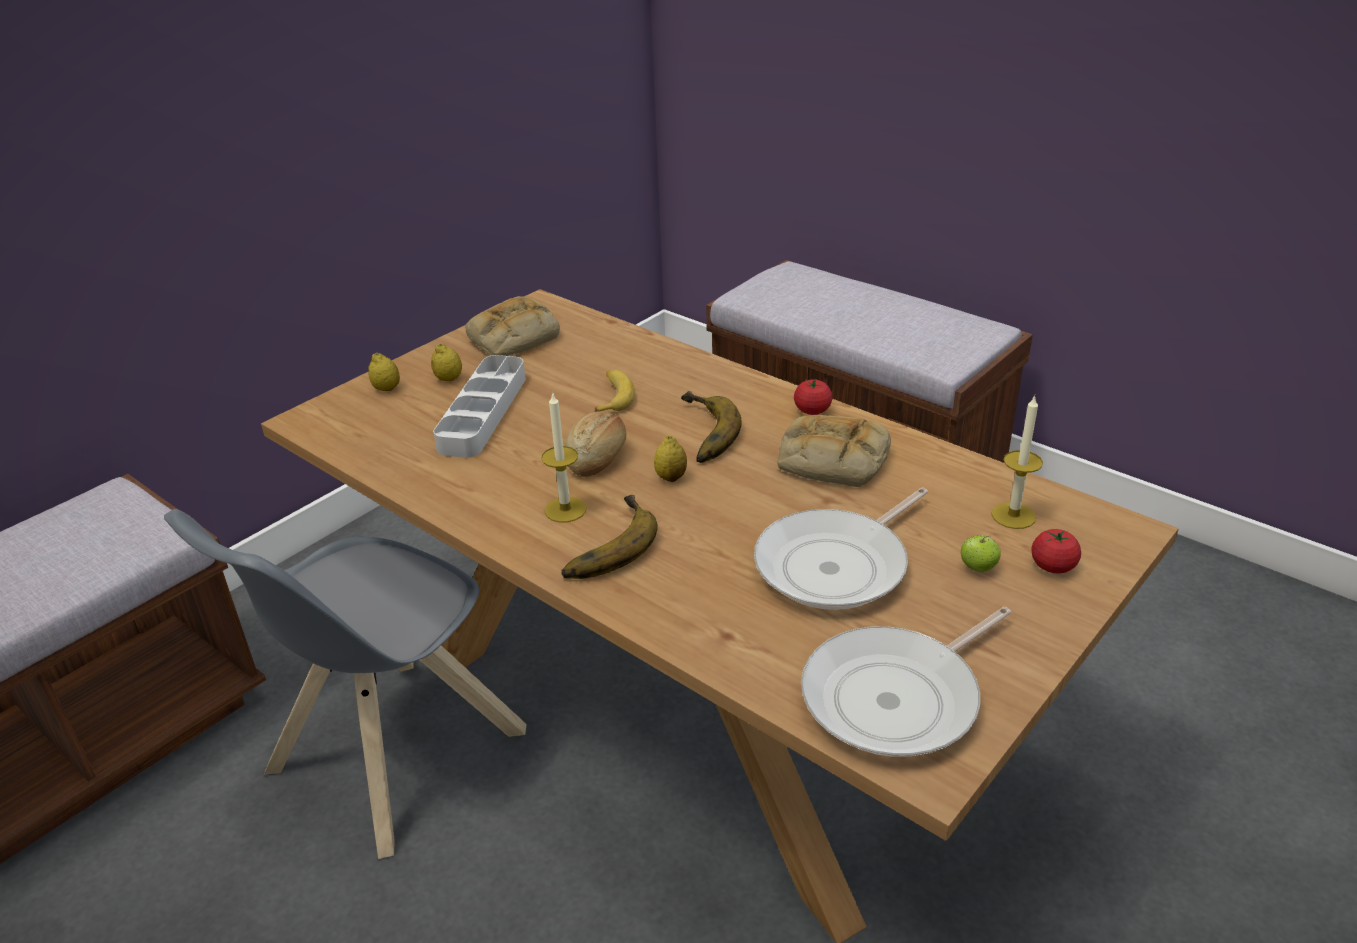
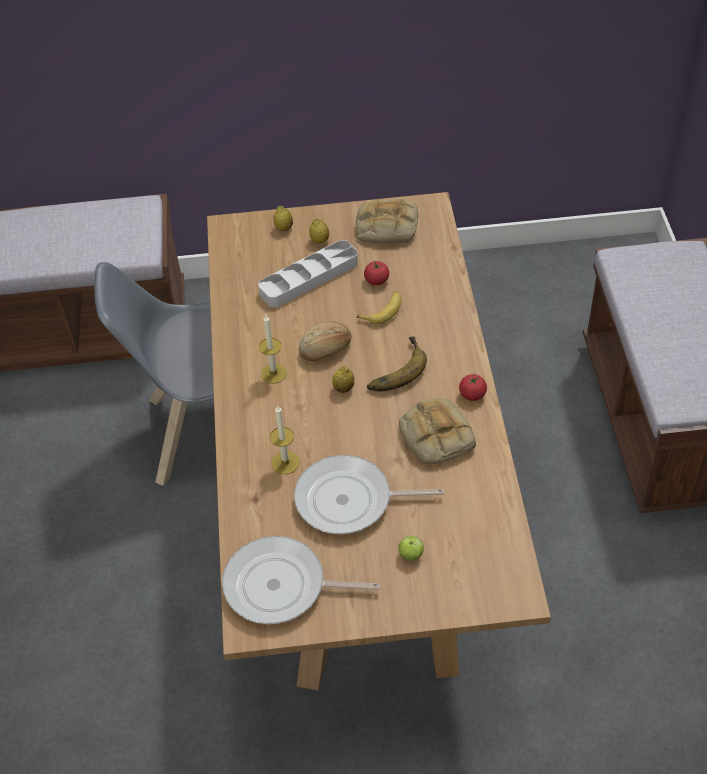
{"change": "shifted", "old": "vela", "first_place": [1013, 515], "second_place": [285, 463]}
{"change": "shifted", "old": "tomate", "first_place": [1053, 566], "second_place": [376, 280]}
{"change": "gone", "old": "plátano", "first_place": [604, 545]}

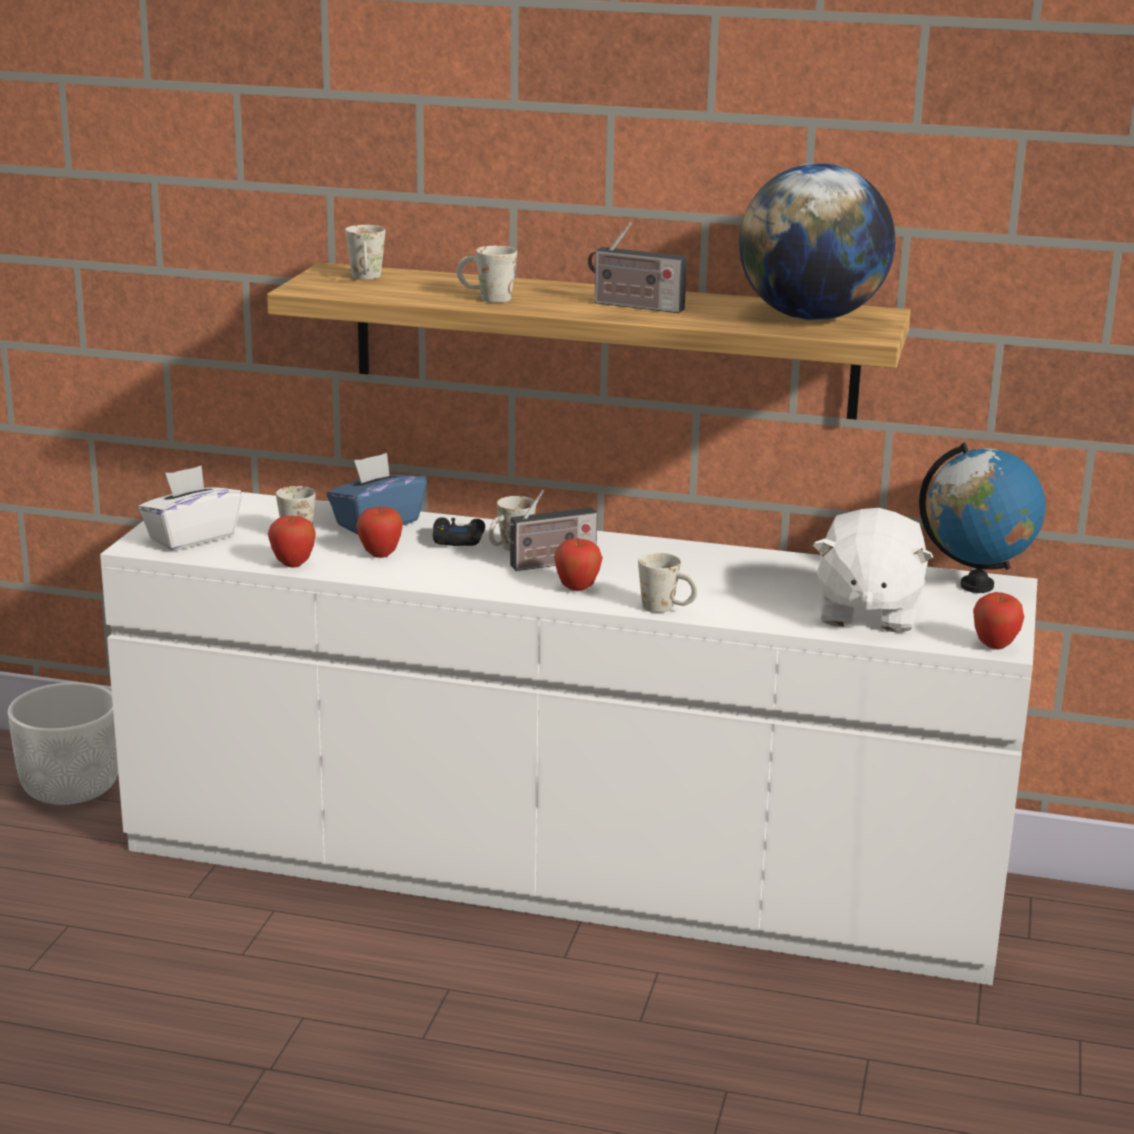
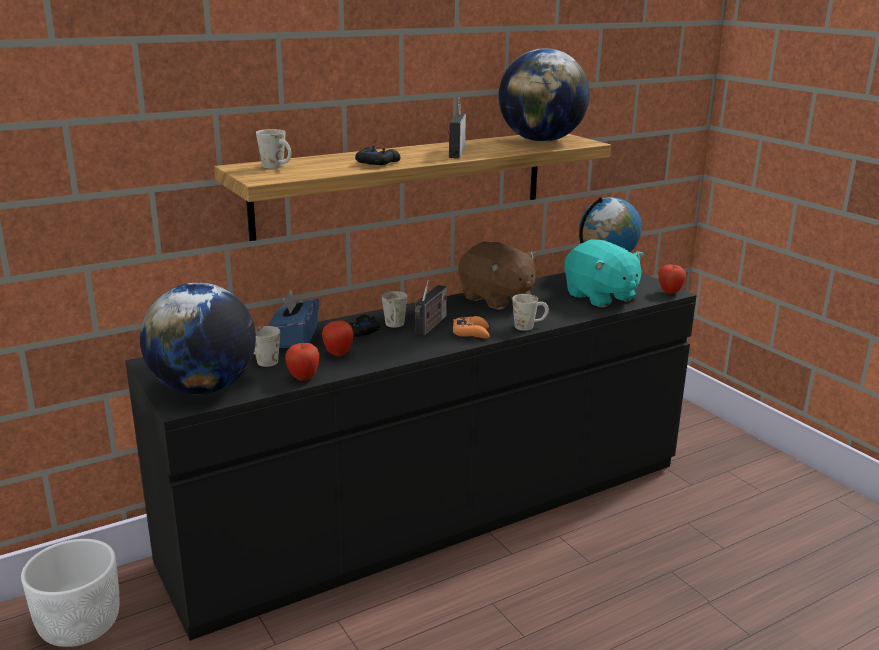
{"change": "repainted", "old": "cómoda [blanco]", "new": "cómoda [negro]", "first_place": [561, 866], "second_place": [436, 510]}
{"change": "swapped", "old": "caja de pañuelos [blanco]", "new": "globo terráqueo", "first_place": [191, 537], "second_place": [204, 388]}
{"change": "swapped", "old": "taza grande [blanco]", "new": "mando de consola [negro]", "first_place": [486, 298], "second_place": [377, 163]}
{"change": "rotated", "old": "radio", "first_place": [634, 306], "second_place": [456, 151], "degrees": 120}
{"change": "swapped", "old": "manzana", "new": "mando de consola [naranja]", "first_place": [577, 588], "second_place": [471, 332]}
{"change": "new", "new": "peluche [marrón]", "second_place": [496, 299]}
{"change": "repainted", "old": "peluche [blanco]", "new": "peluche [turquesa]", "first_place": [867, 612], "second_place": [600, 297]}

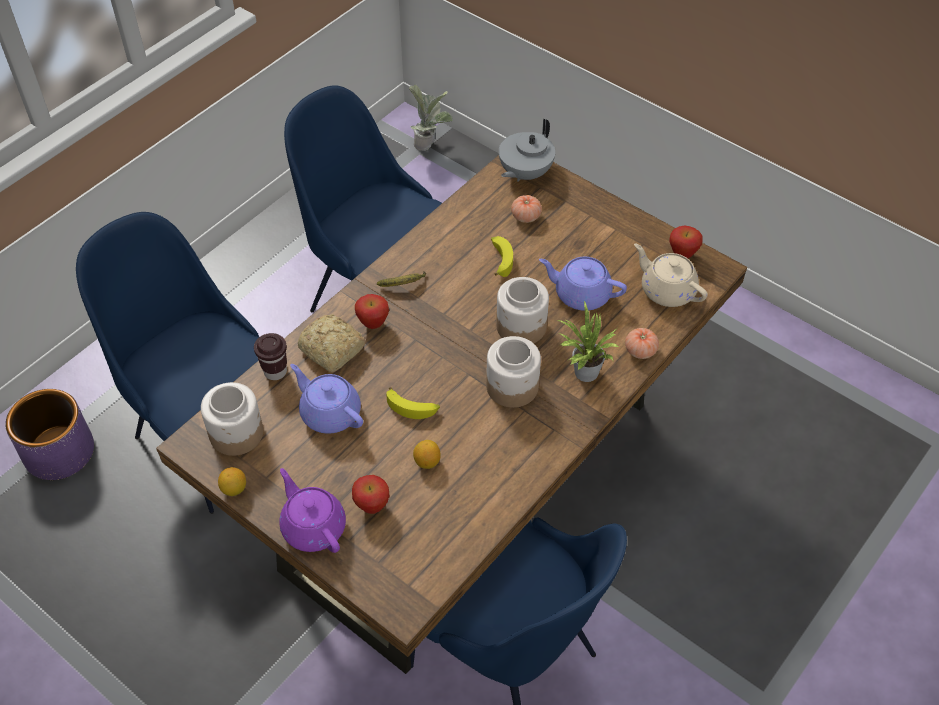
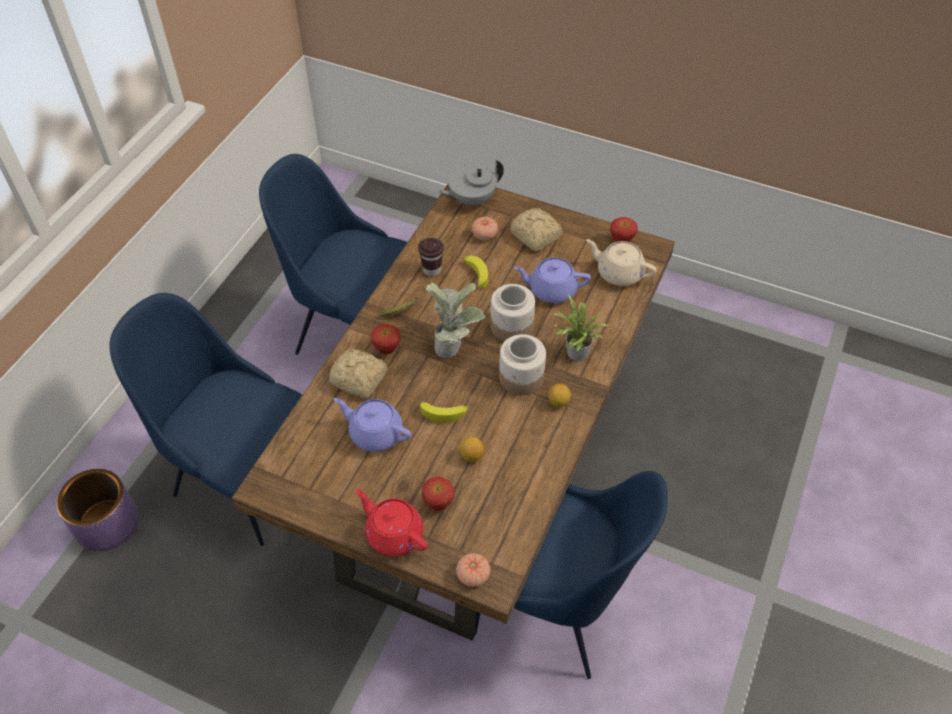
{"change": "repainted", "old": "tetera [morado]", "new": "tetera [rojo]", "first_place": [313, 526], "second_place": [393, 533]}
{"change": "shifted", "old": "taza [marrón]", "first_place": [275, 371], "second_place": [432, 270]}
{"change": "shifted", "old": "planta en maceta", "first_place": [429, 144], "second_place": [454, 346]}
{"change": "rotated", "old": "tetera [gris]", "first_place": [524, 173], "second_place": [471, 199], "degrees": 45}
{"change": "shifted", "old": "tomate", "first_place": [640, 350], "second_place": [473, 575]}
{"change": "new", "new": "pan", "second_place": [536, 236]}
{"change": "shifted", "old": "limón", "first_place": [234, 489], "second_place": [558, 402]}
{"change": "gone", "old": "tarro", "first_place": [237, 433]}

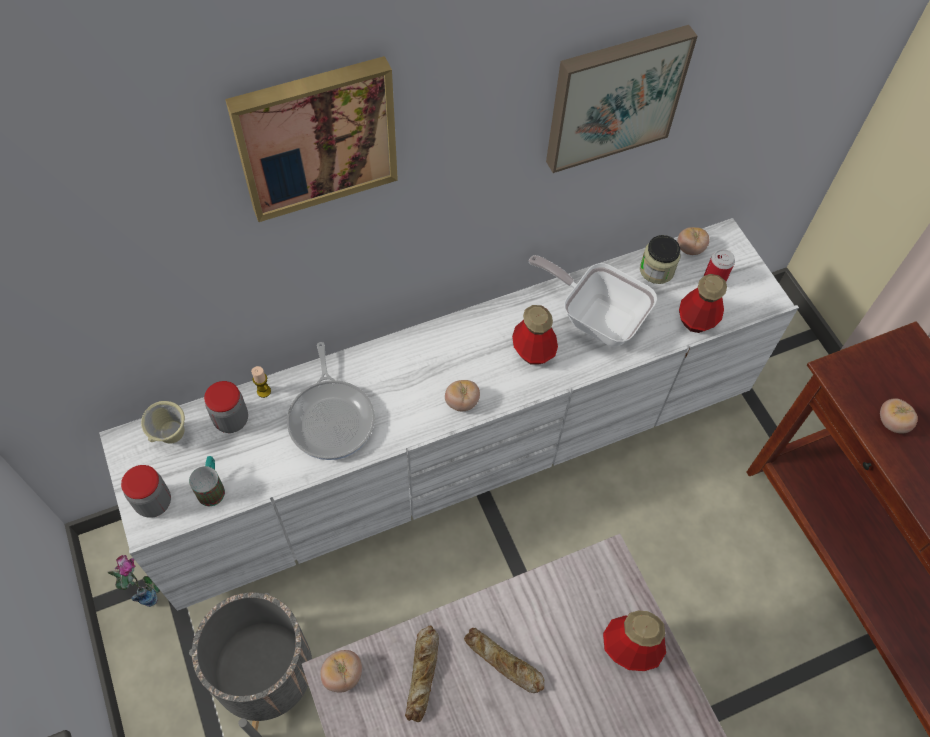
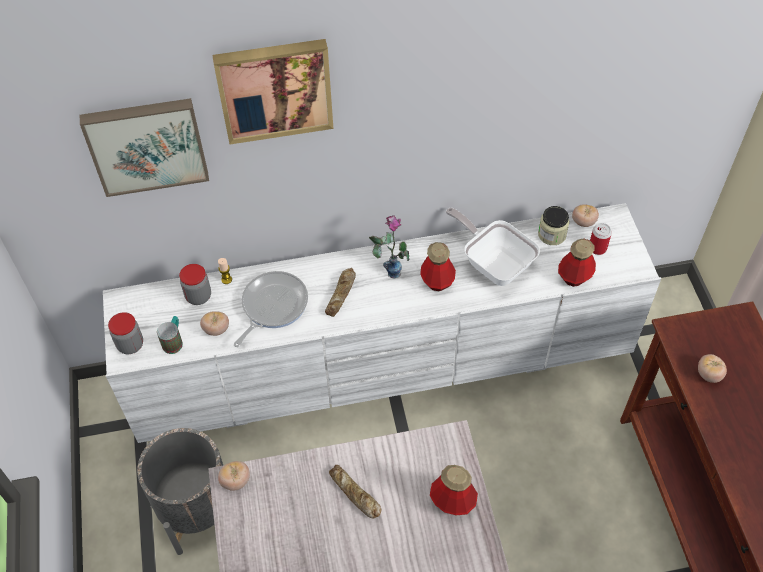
{"change": "shifted", "old": "cuadro", "first_place": [614, 96], "second_place": [146, 144]}
{"change": "shifted", "old": "tomate", "first_place": [462, 402], "second_place": [216, 329]}
{"change": "rotated", "old": "sartén", "first_place": [332, 418], "second_place": [272, 306], "degrees": -150}
{"change": "shifted", "old": "pan", "first_place": [423, 674], "second_place": [341, 294]}
{"change": "shifted", "old": "florero", "first_place": [144, 592], "second_place": [389, 267]}
{"change": "gone", "old": "taza grande [beis]", "first_place": [172, 438]}

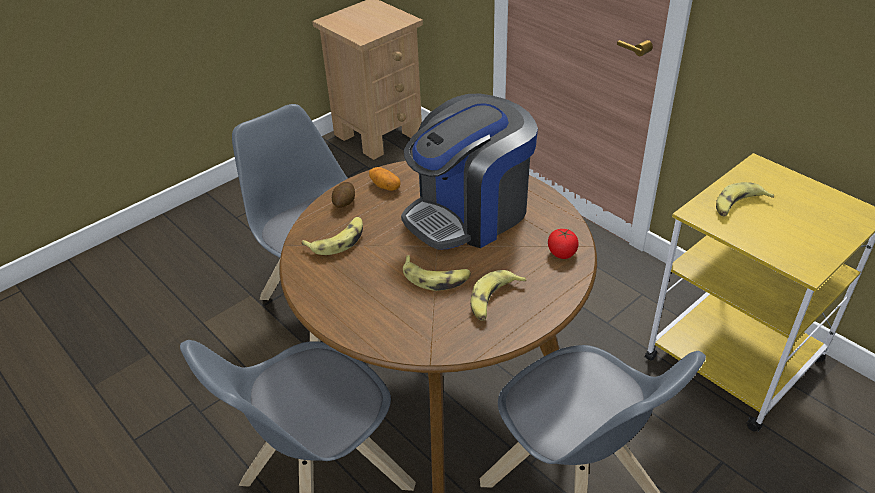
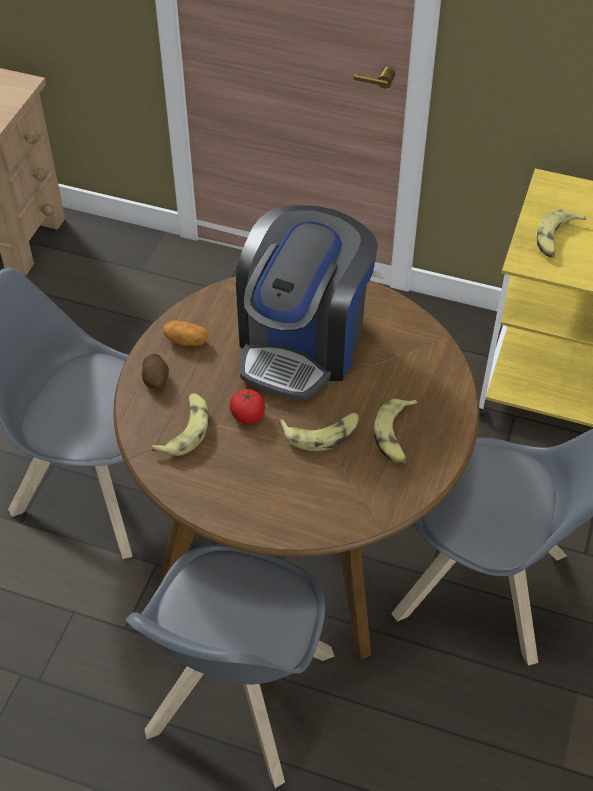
{"change": "shifted", "old": "tomate", "first_place": [562, 253], "second_place": [248, 415]}

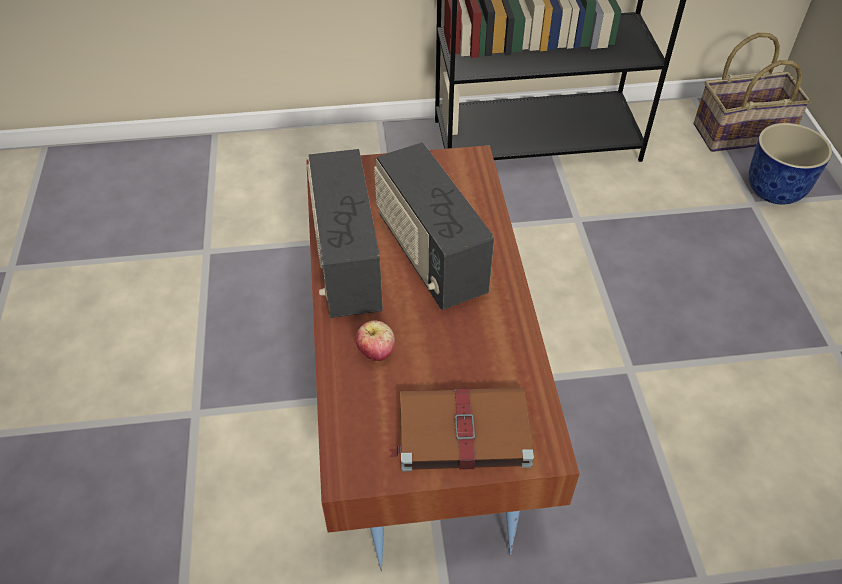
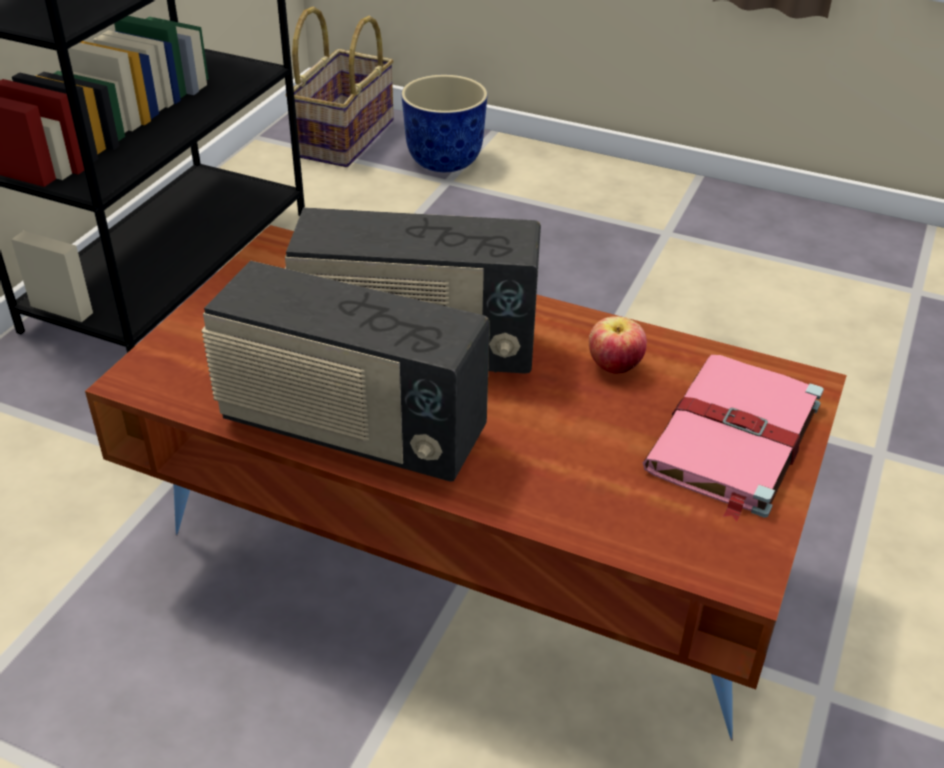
{"change": "shifted", "old": "manzana", "first_place": [376, 352], "second_place": [614, 367]}
{"change": "repainted", "old": "libro [marrón]", "new": "libro [rosa]", "first_place": [461, 431], "second_place": [733, 440]}

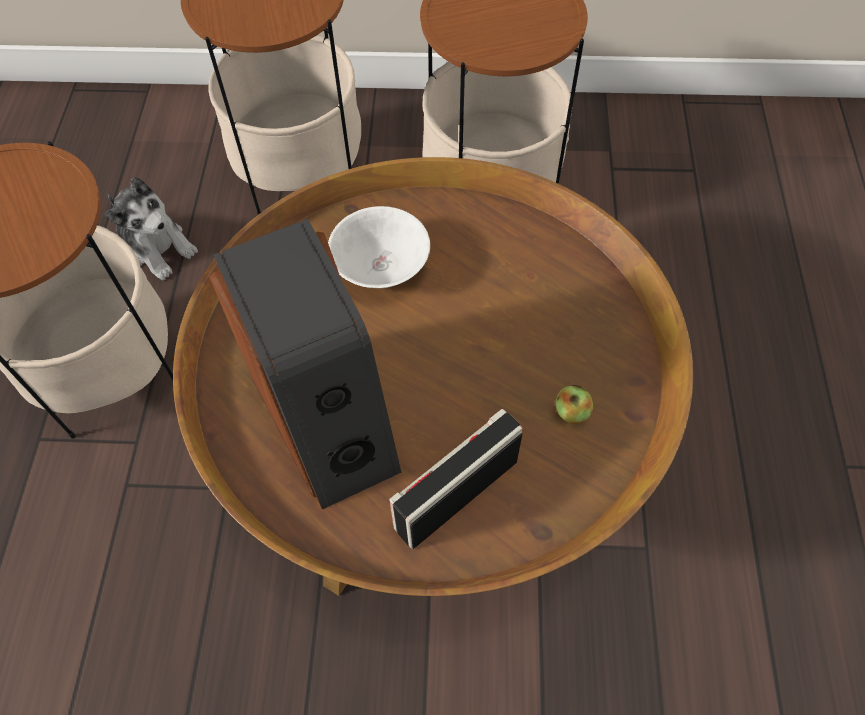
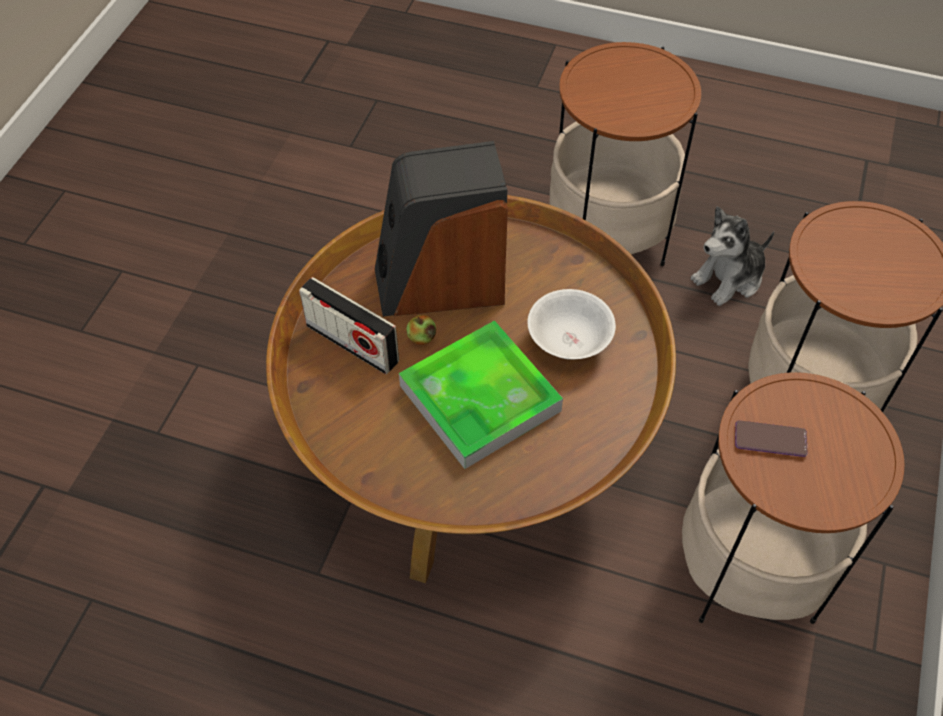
{"change": "rotated", "old": "radio", "first_place": [456, 494], "second_place": [352, 343], "degrees": 150}
{"change": "new", "new": "bandeja", "second_place": [480, 398]}
{"change": "shifted", "old": "manzana", "first_place": [571, 412], "second_place": [421, 338]}
{"change": "new", "new": "móvil", "second_place": [770, 439]}

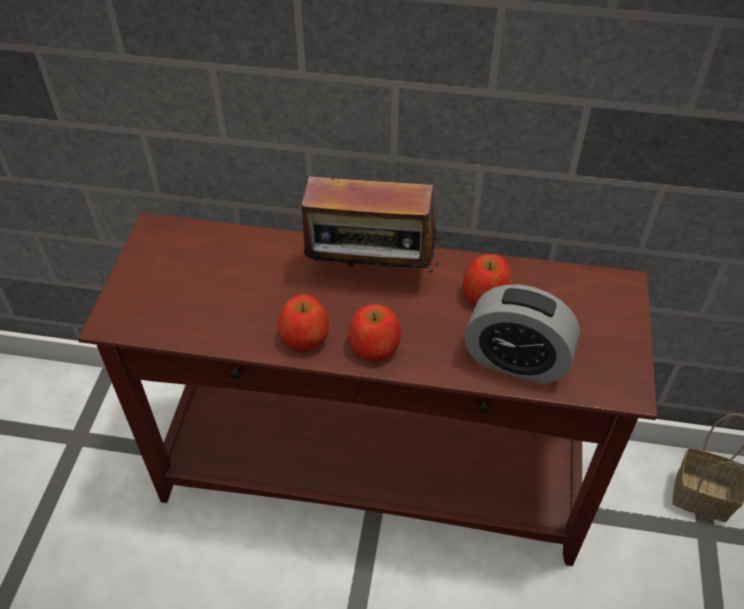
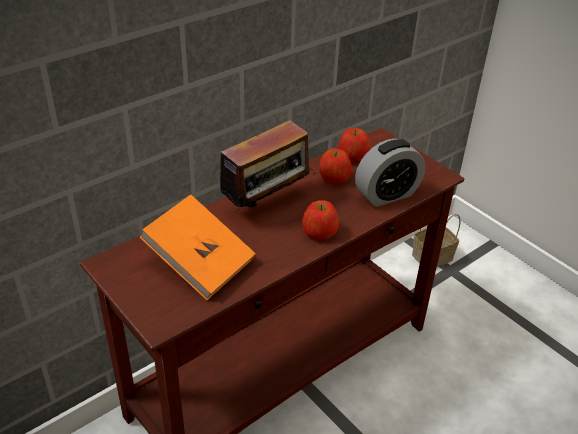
{"change": "new", "new": "libro [naranja]", "second_place": [200, 263]}
{"change": "shifted", "old": "manzana", "first_place": [304, 337], "second_place": [352, 156]}

